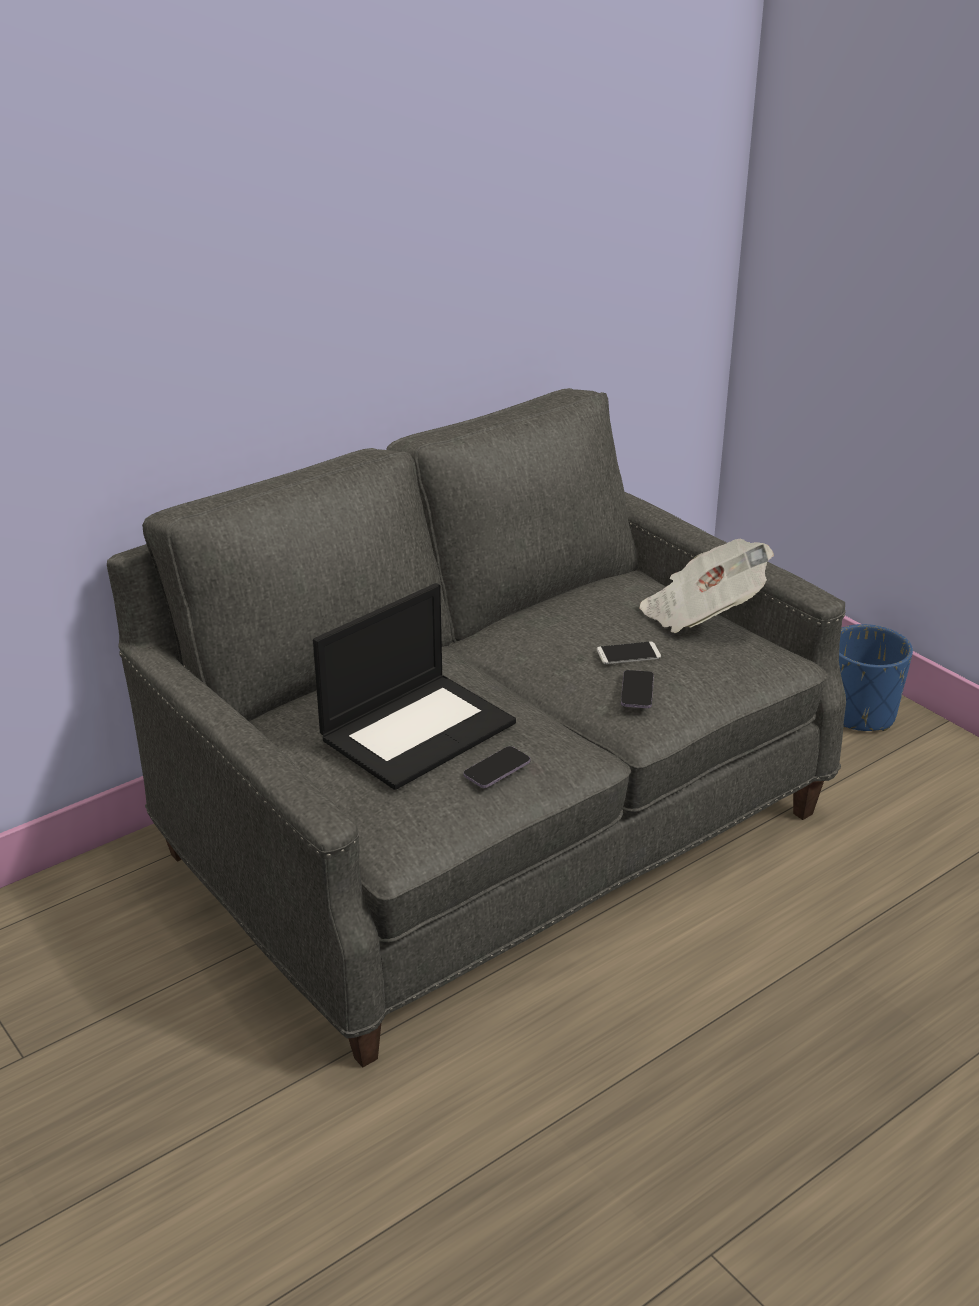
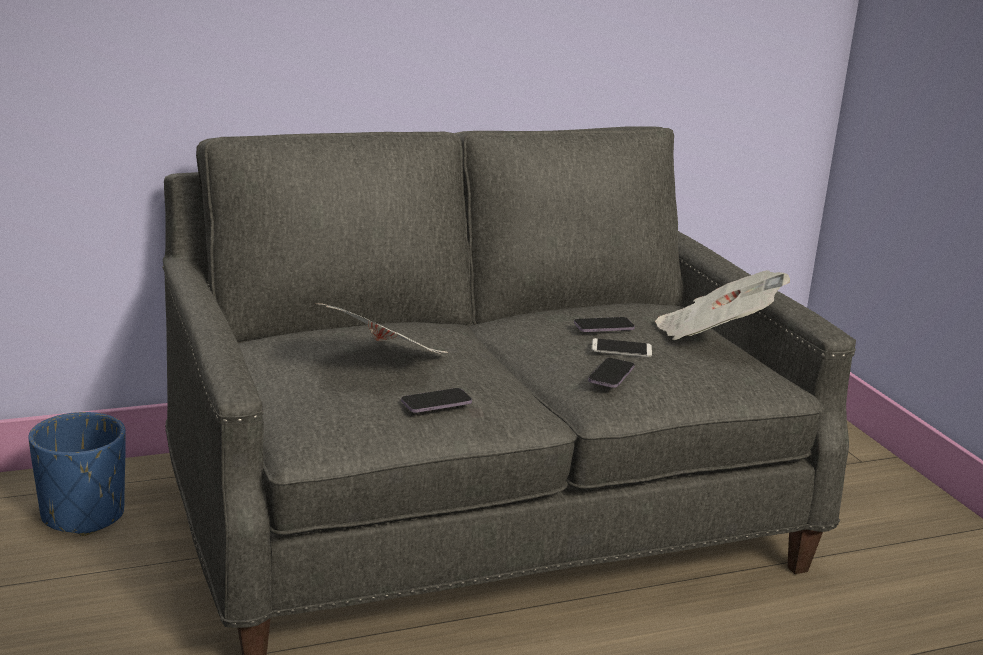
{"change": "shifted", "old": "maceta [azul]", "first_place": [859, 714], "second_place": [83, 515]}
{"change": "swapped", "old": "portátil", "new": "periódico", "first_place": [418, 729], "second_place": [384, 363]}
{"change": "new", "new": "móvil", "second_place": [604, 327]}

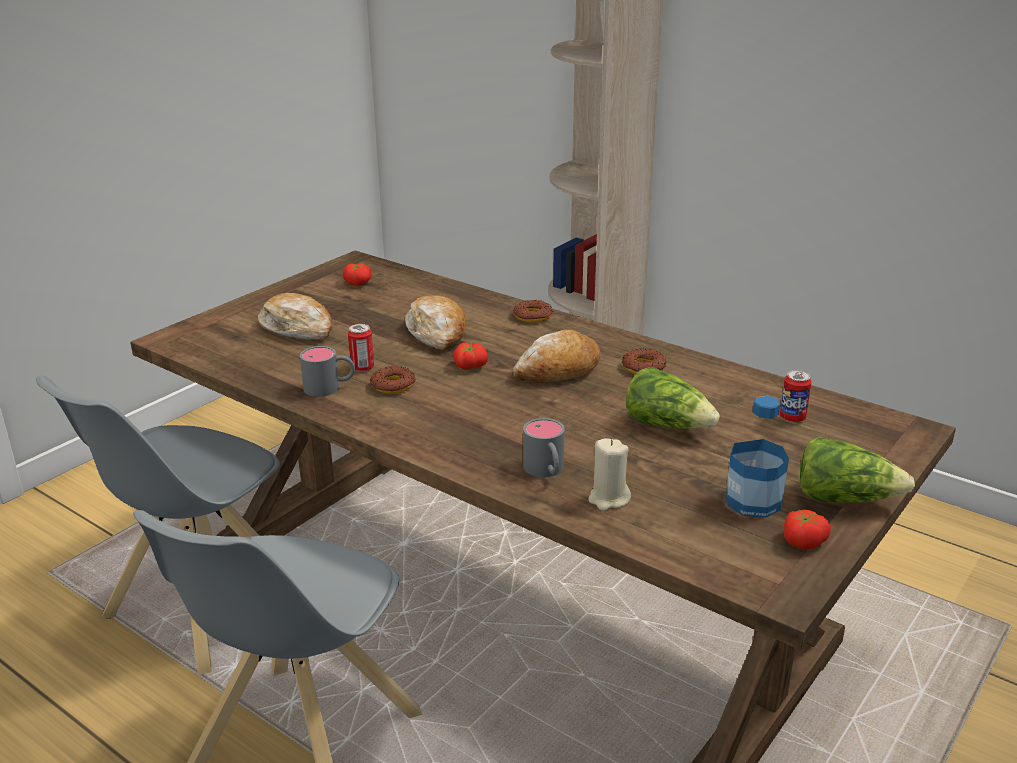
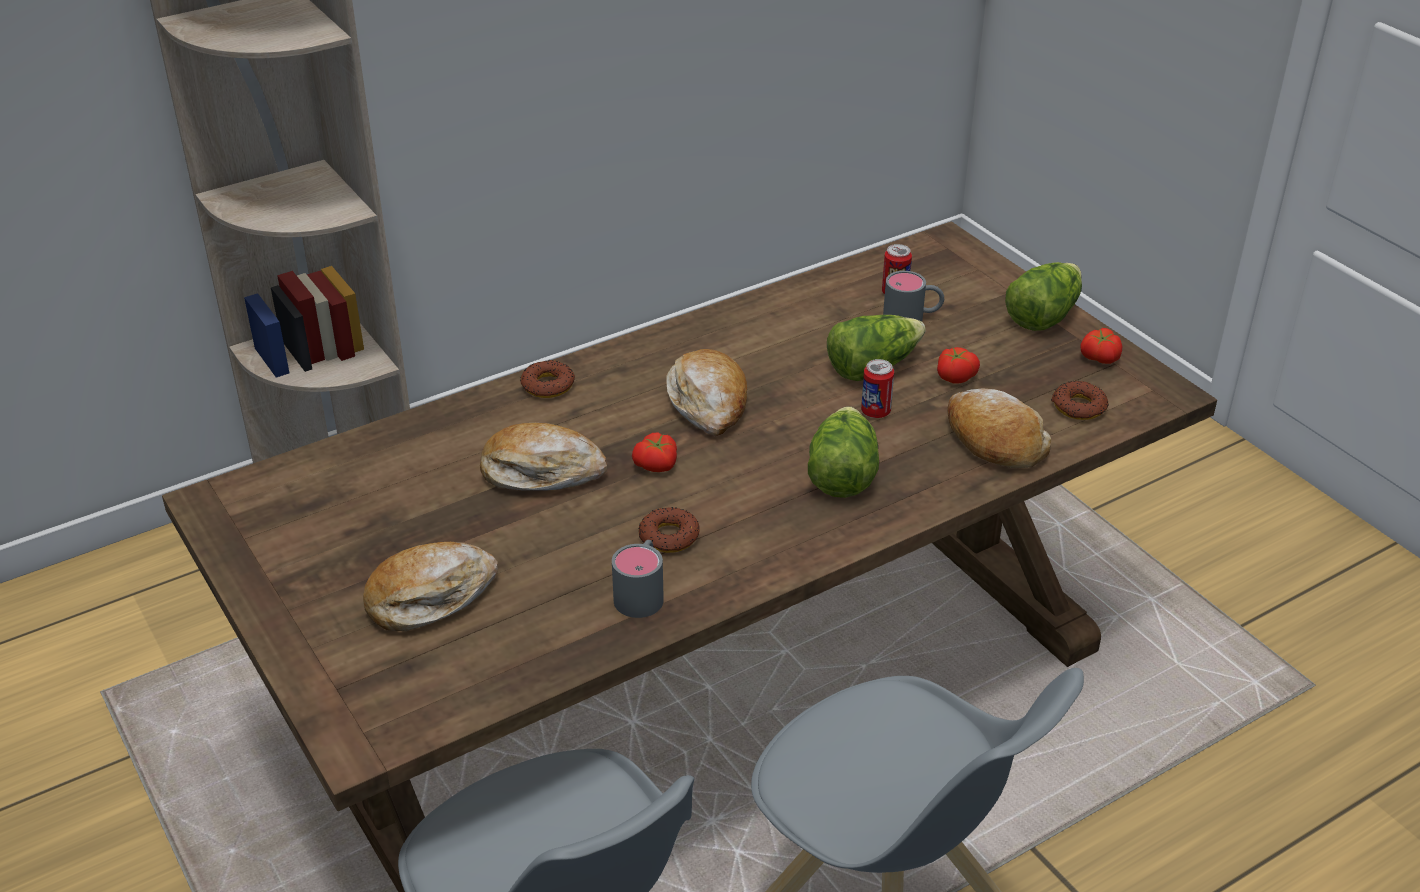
{"change": "new", "new": "lechuga", "second_place": [841, 473]}
{"change": "shifted", "old": "lata", "first_place": [362, 368], "second_place": [875, 412]}
{"change": "shifted", "old": "taza grande [gris]", "first_place": [546, 471], "second_place": [912, 318]}
{"change": "shifted", "old": "tomate", "first_place": [358, 283], "second_place": [954, 376]}
{"change": "swapped", "old": "vela [beis]", "new": "pan", "first_place": [608, 499], "second_place": [994, 441]}
{"change": "shifted", "old": "rosquilla", "first_place": [643, 367], "second_place": [1078, 407]}
{"change": "gone", "old": "botella", "first_place": [753, 501]}

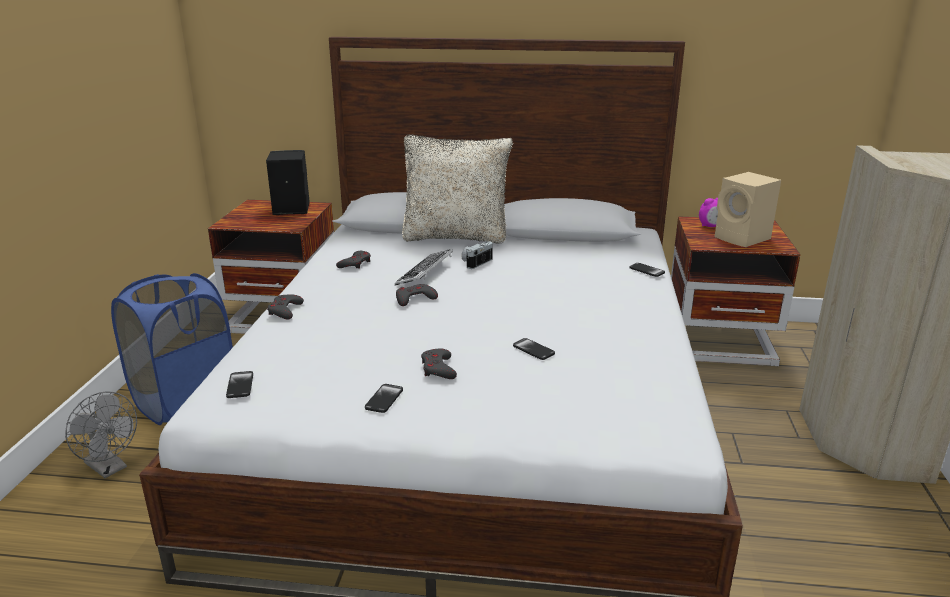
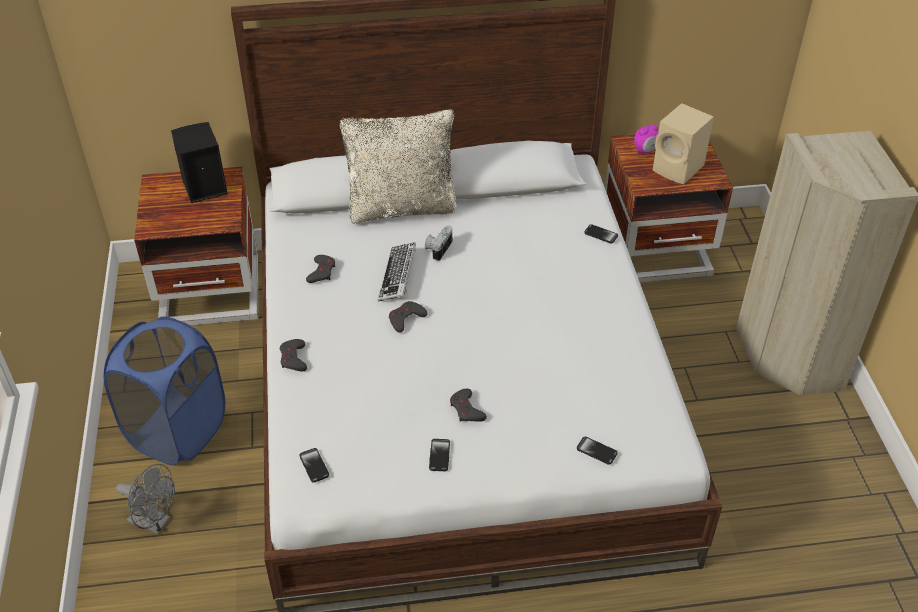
{"change": "shifted", "old": "móvil", "first_place": [533, 350], "second_place": [596, 451]}

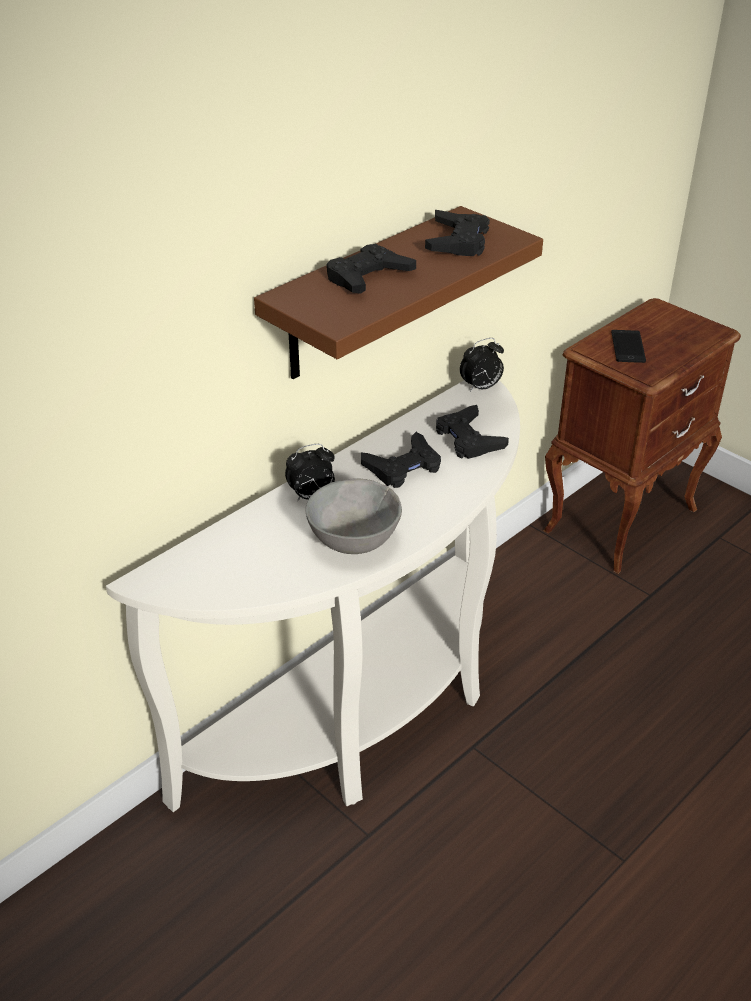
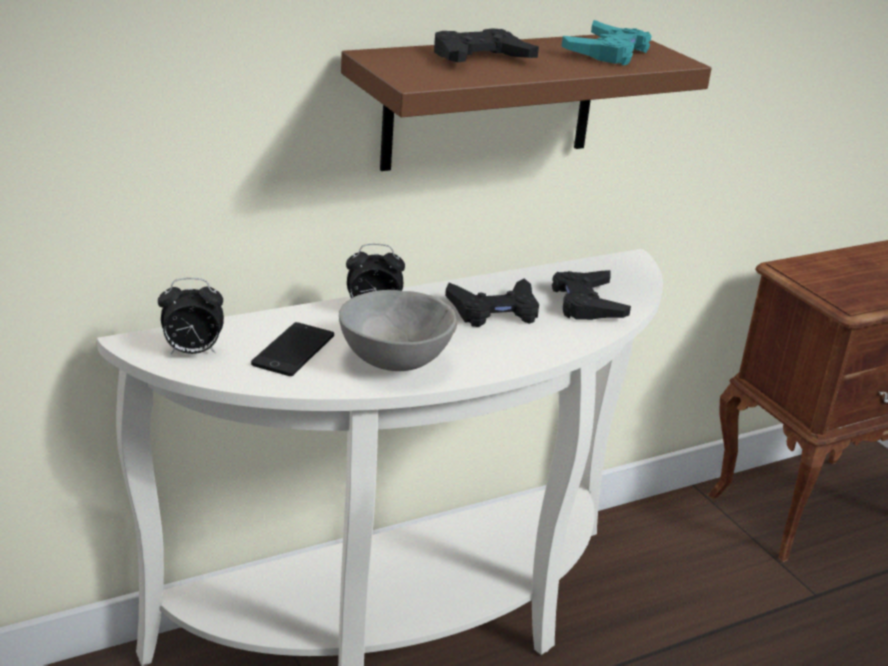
{"change": "shifted", "old": "despertador", "first_place": [481, 388], "second_place": [192, 352]}
{"change": "shifted", "old": "móvil", "first_place": [628, 347], "second_place": [293, 350]}
{"change": "repainted", "old": "mando de consola [negro]", "new": "mando de consola [turquesa]", "first_place": [458, 241], "second_place": [607, 52]}

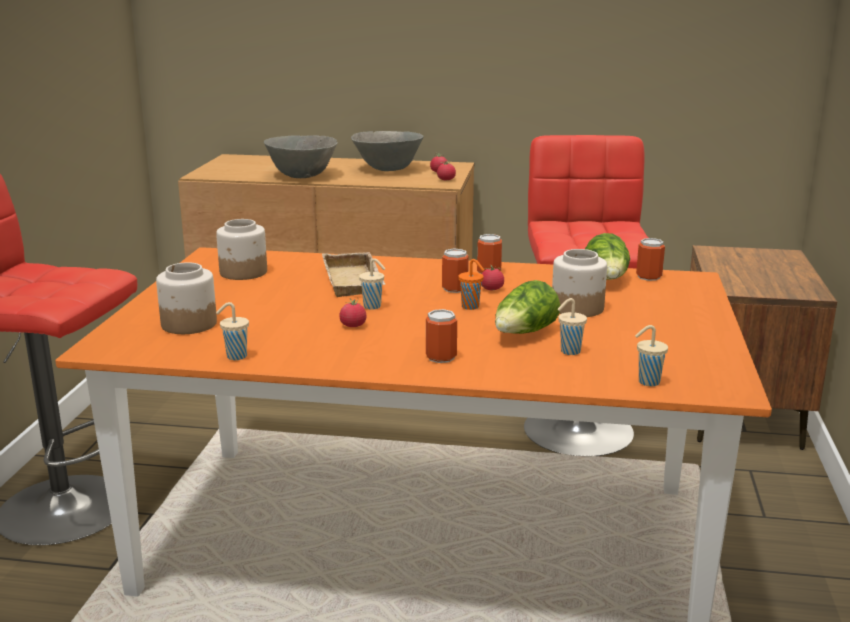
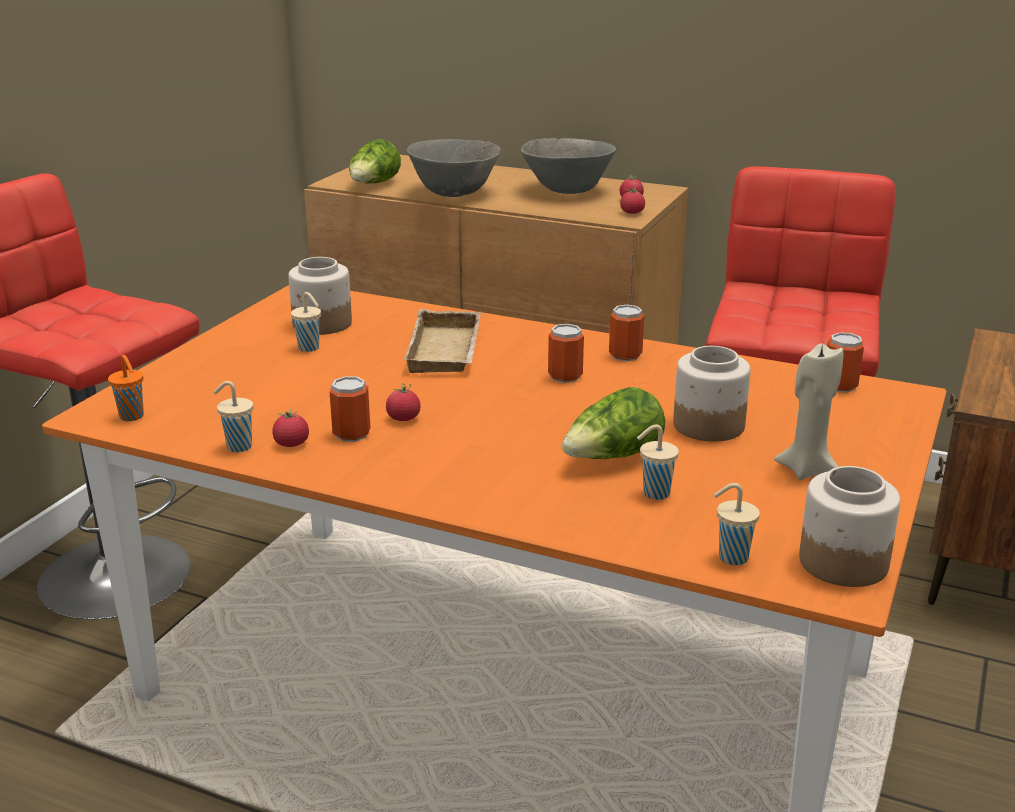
{"change": "shifted", "old": "taza [naranja]", "first_place": [471, 307], "second_place": [132, 417]}
{"change": "shifted", "old": "tomate", "first_place": [491, 289], "second_place": [291, 444]}
{"change": "shifted", "old": "taza [beis]", "first_place": [373, 307], "second_place": [309, 348]}
{"change": "shifted", "old": "lata", "first_place": [441, 357], "second_place": [351, 434]}
{"change": "shifted", "old": "lechuga", "first_place": [607, 279], "second_place": [374, 185]}
{"change": "new", "new": "vela [beis]", "second_place": [806, 470]}
{"change": "shifted", "old": "tarro", "first_place": [188, 324], "second_place": [842, 562]}

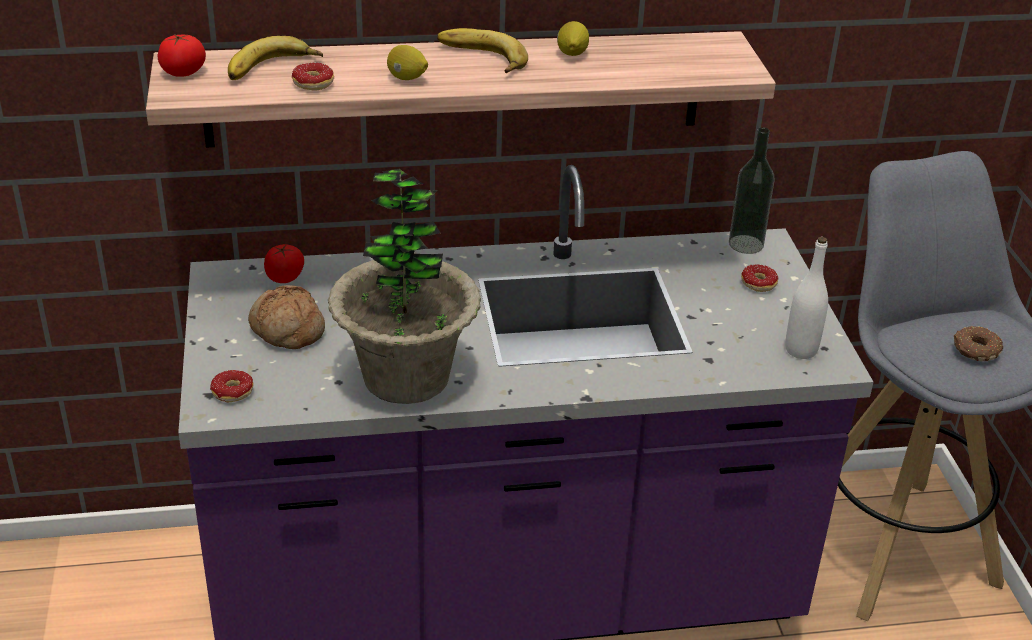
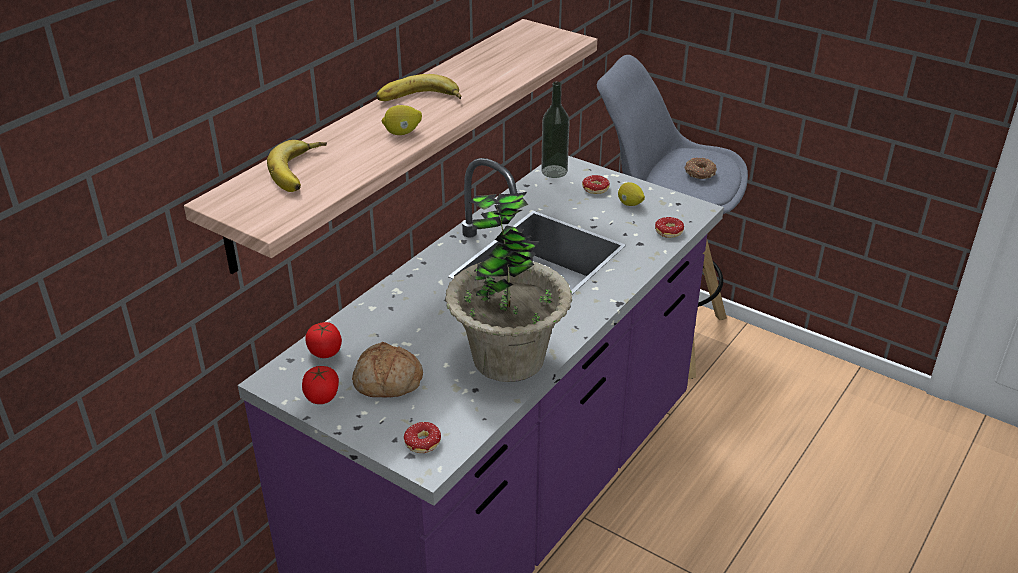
{"change": "shifted", "old": "tomate", "first_place": [183, 72], "second_place": [322, 397]}
{"change": "shifted", "old": "limón", "first_place": [571, 54], "second_place": [630, 204]}
{"change": "shifted", "old": "rosquilla", "first_place": [308, 86], "second_place": [670, 235]}
{"change": "gone", "old": "botella [blanco]", "first_place": [801, 350]}

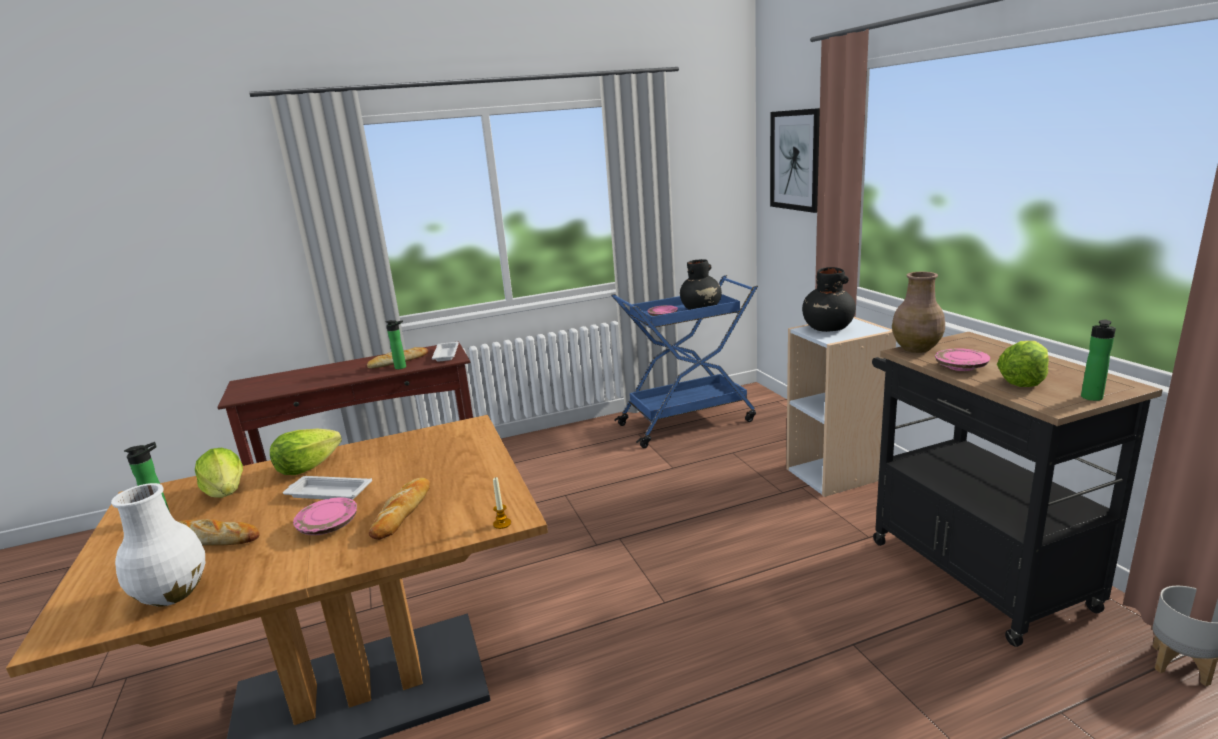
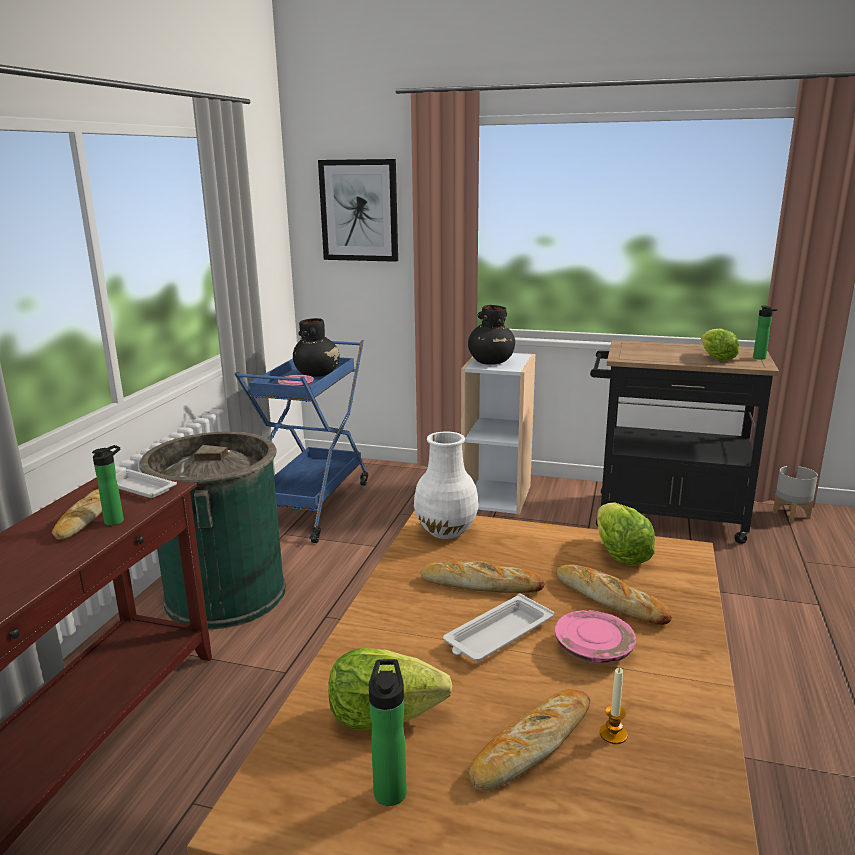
{"change": "new", "new": "papelera [verde]", "second_place": [226, 594]}
{"change": "shifted", "old": "florero [blanco]", "first_place": [172, 595], "second_place": [447, 531]}
{"change": "new", "new": "pan", "second_place": [481, 584]}
{"change": "shifted", "old": "lechuga", "first_place": [307, 468], "second_place": [620, 554]}
{"change": "shifted", "old": "vela", "first_place": [502, 524], "second_place": [613, 734]}
{"change": "gone", "old": "florero [marrón]", "first_place": [917, 348]}
{"change": "gone", "old": "plato [rosa]", "first_place": [961, 367]}

